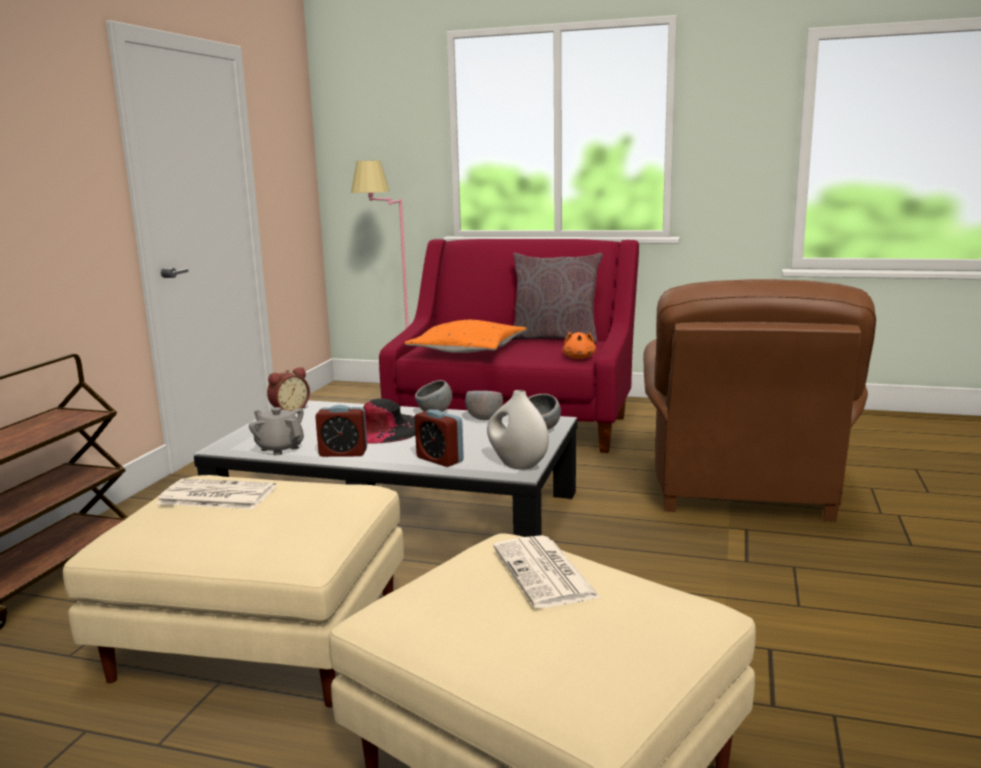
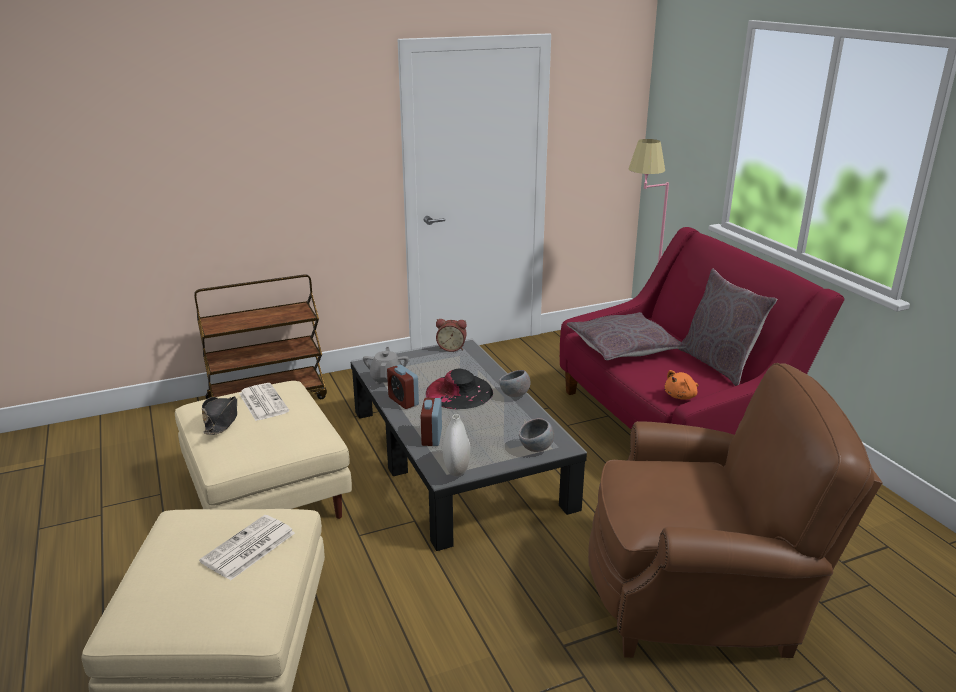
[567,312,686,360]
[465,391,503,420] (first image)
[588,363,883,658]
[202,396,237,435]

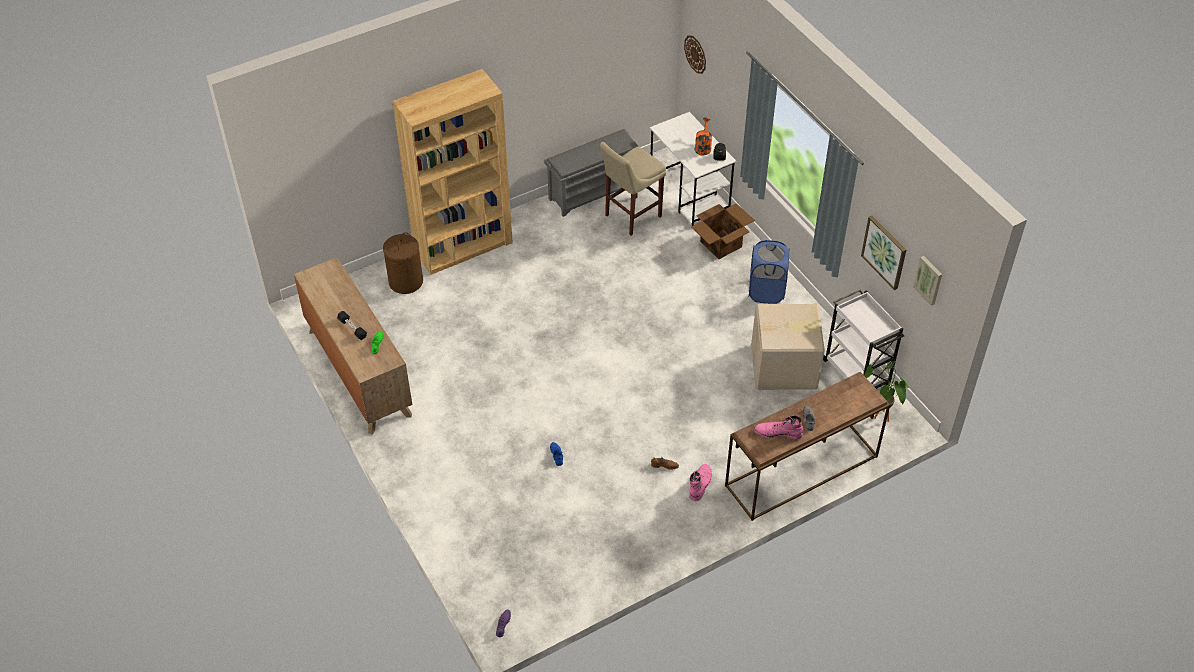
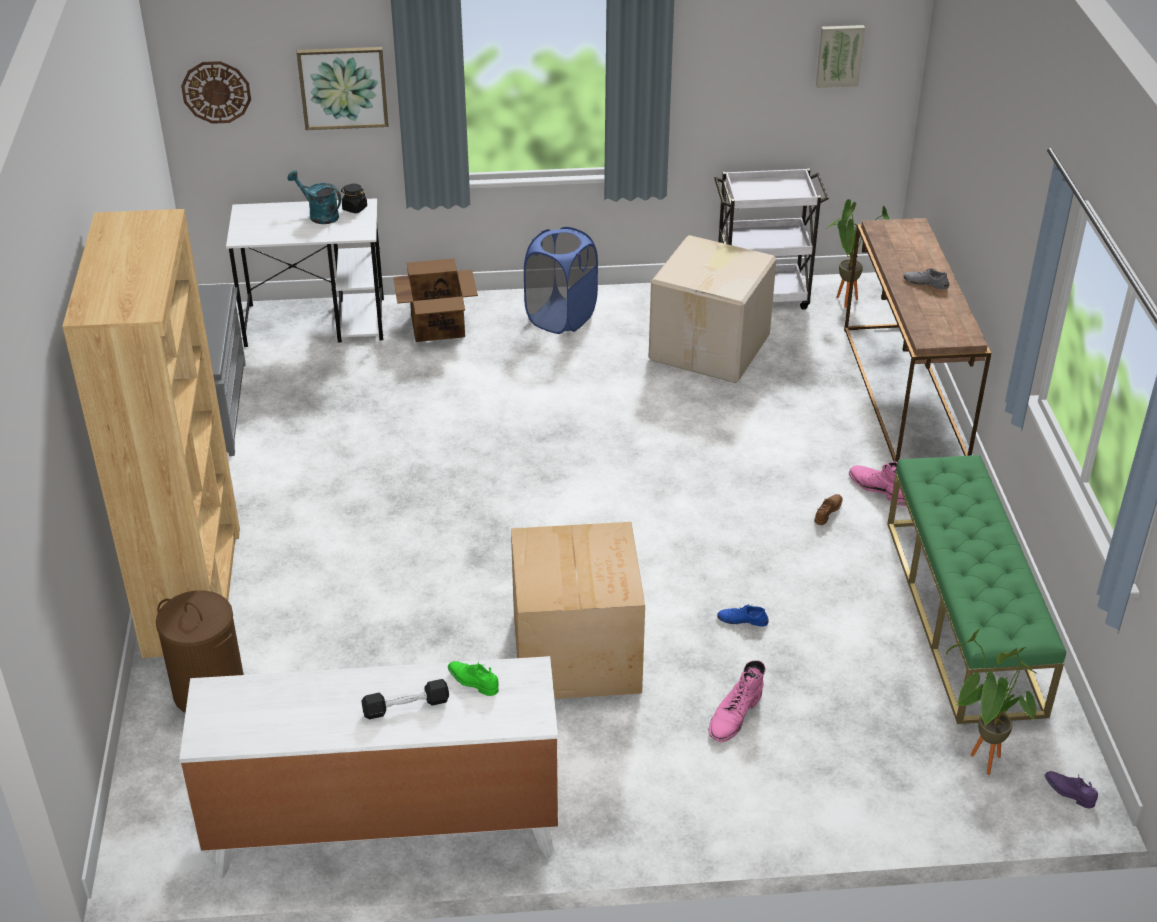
[179,656,559,879]
[600,142,666,235] (first image)
[287,170,341,224]
[709,660,766,743]
[297,47,388,130]
[511,522,645,699]
[887,455,1066,724]
[946,628,1036,775]

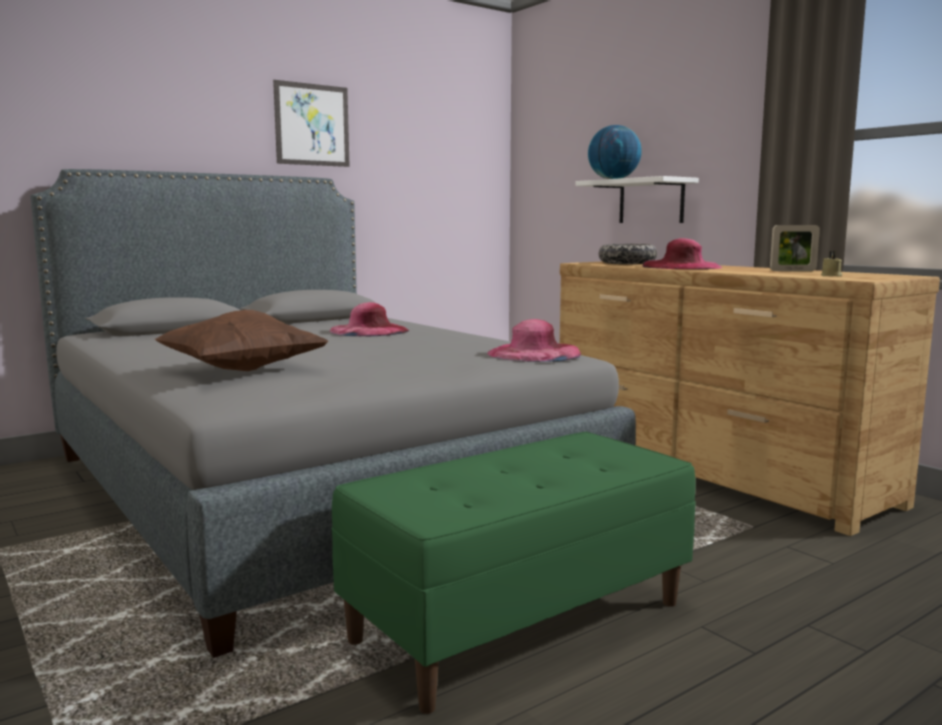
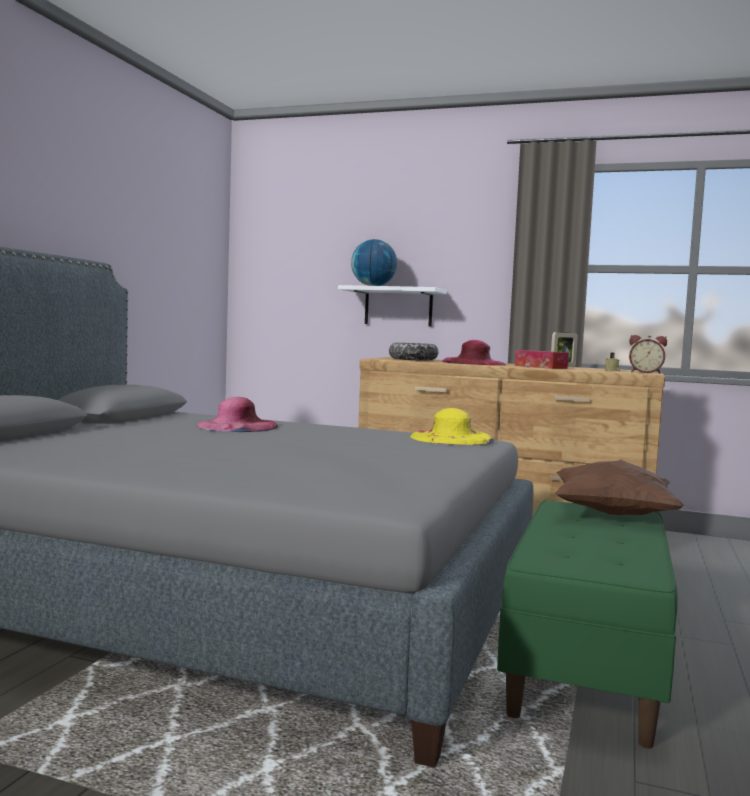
[554,460,685,515]
[273,80,350,167] (first image)
[410,408,495,445]
[515,350,569,369]
[629,335,667,374]

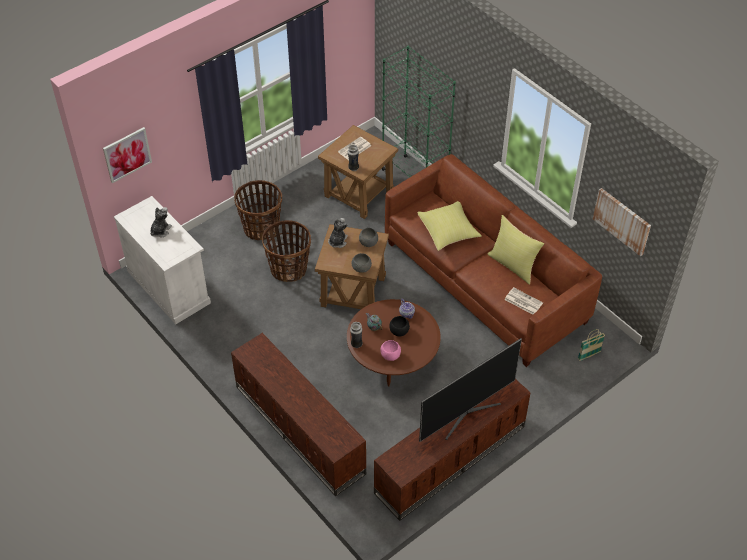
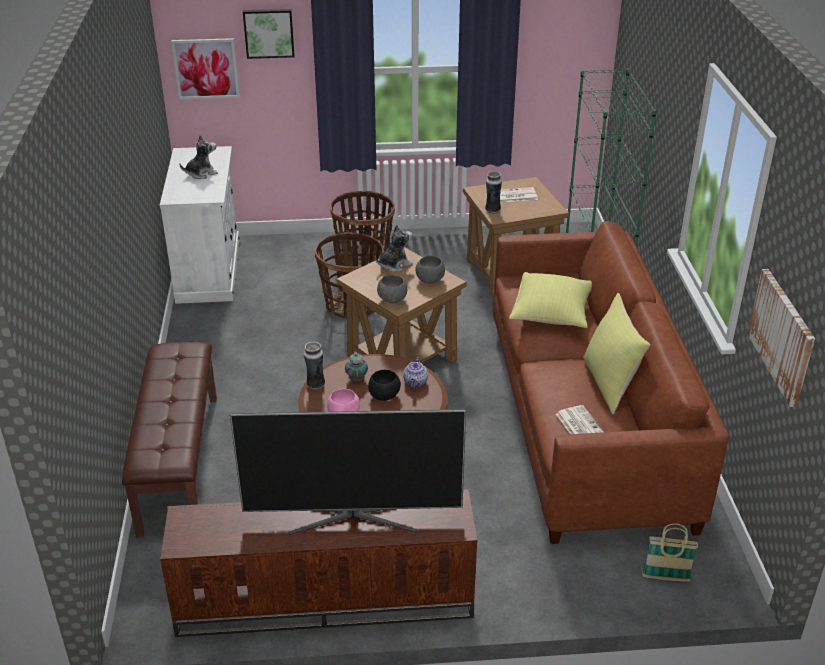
[122,341,217,538]
[243,9,294,59]

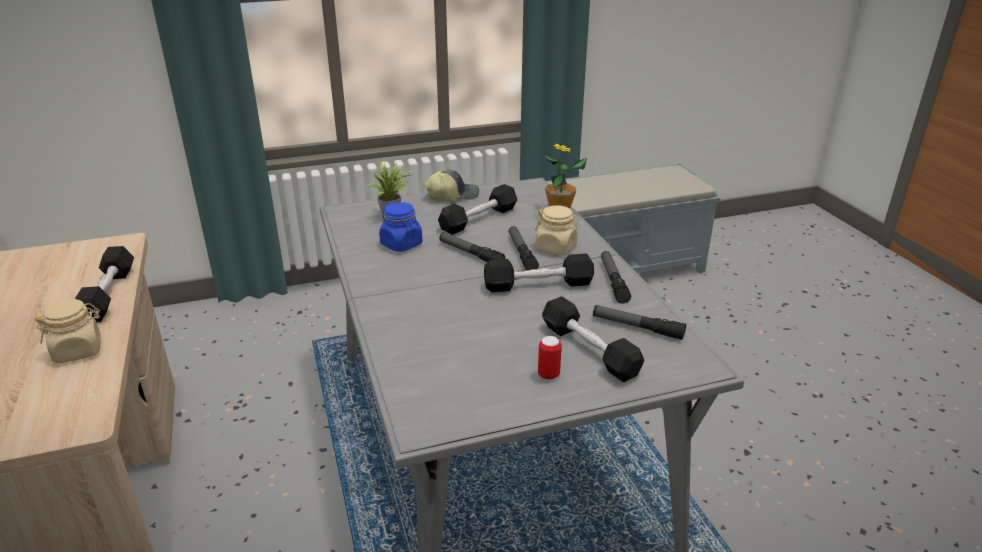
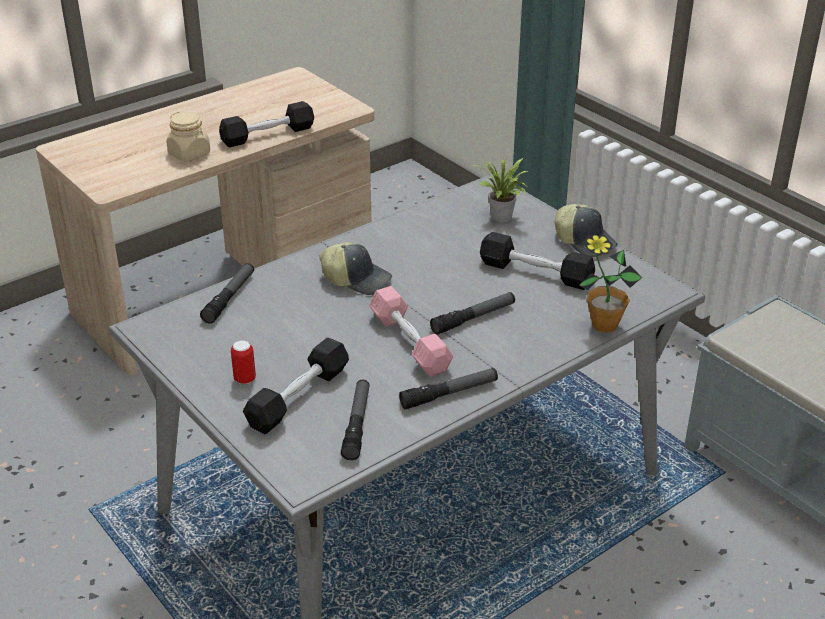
[379,202,422,252] (first image)
[200,263,254,324]
[369,286,453,377]
[535,205,581,255] (first image)
[319,242,392,295]

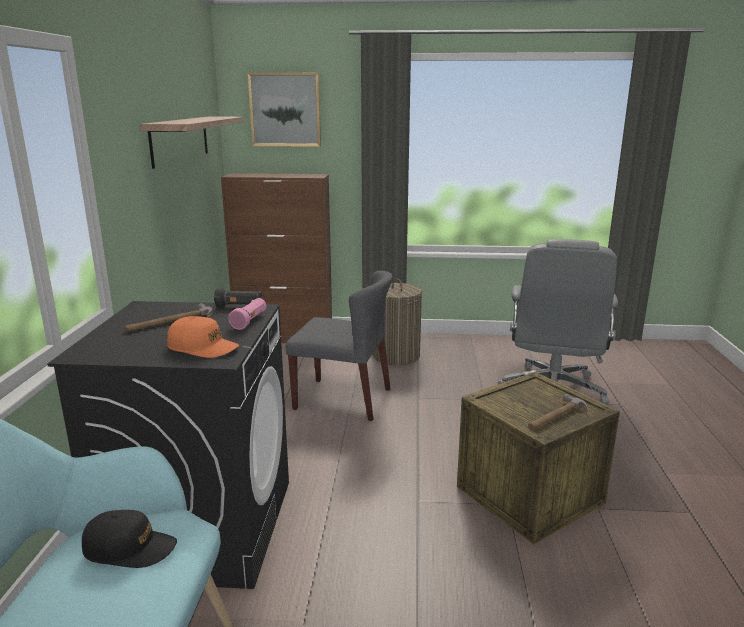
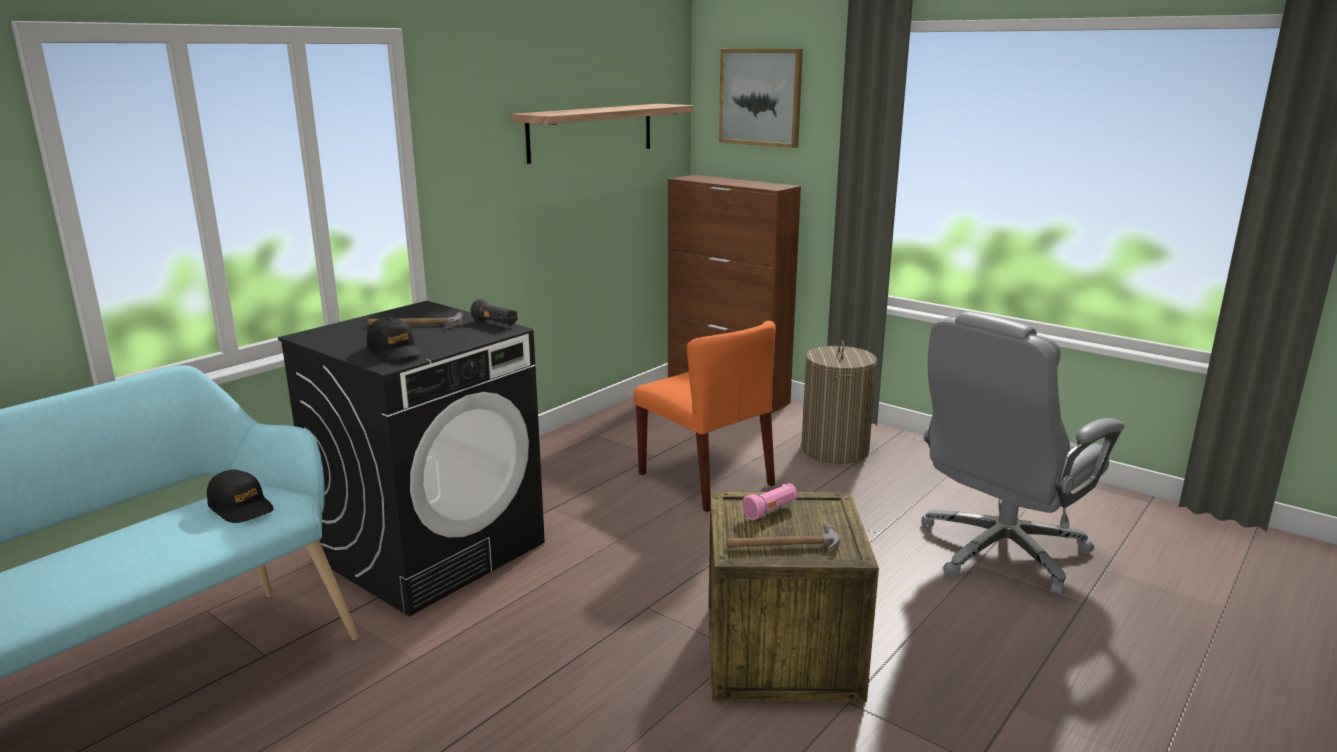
[367,318,421,361]
[742,483,798,520]
[633,321,776,512]

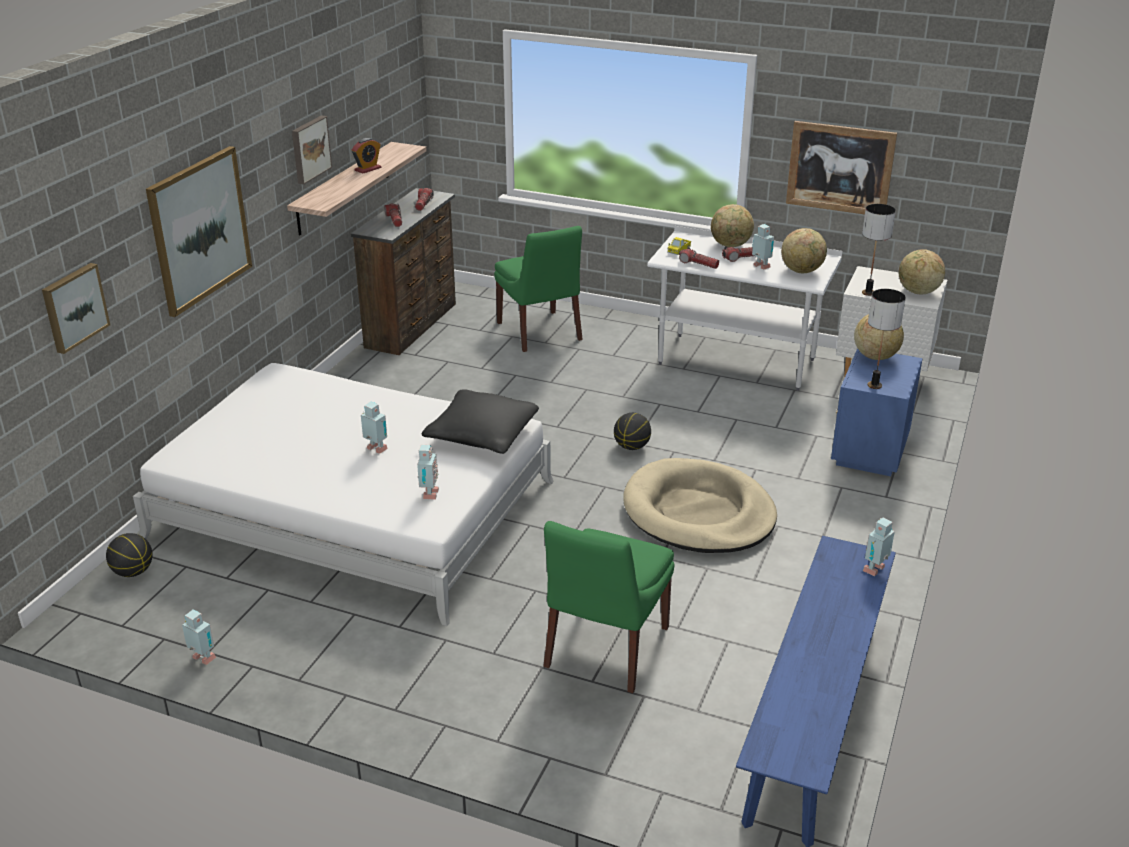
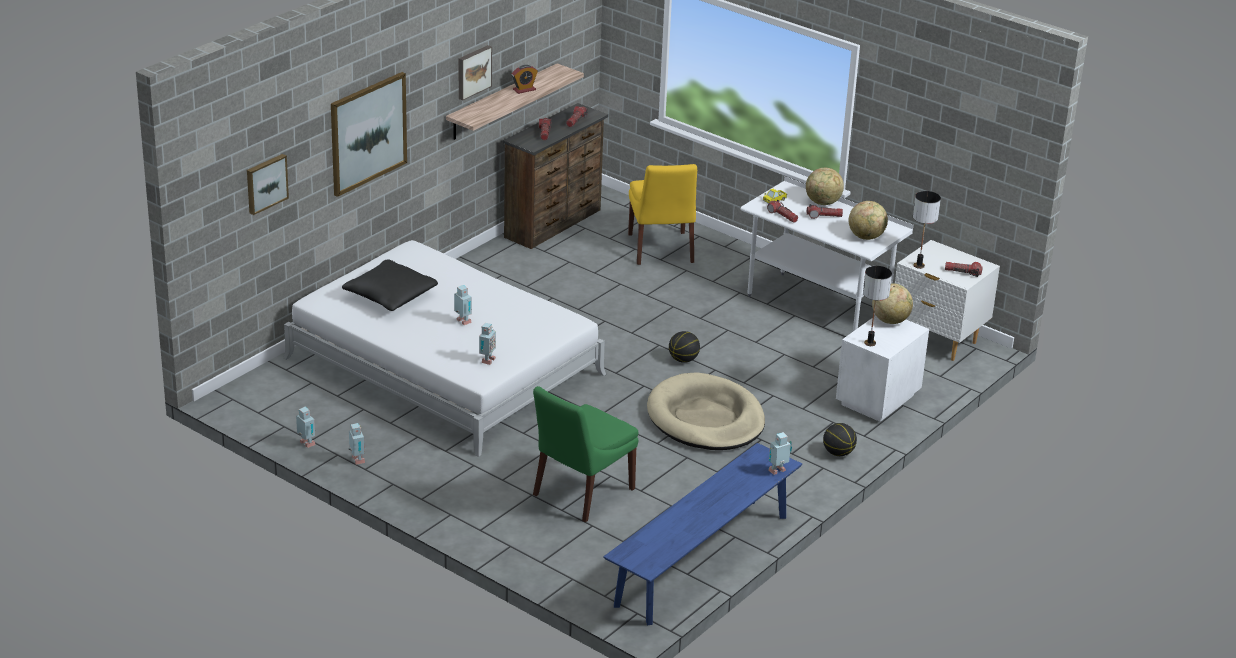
[823,423,857,456]
[342,259,438,311]
[628,164,697,265]
[349,423,365,464]
[786,121,897,215] (first image)
[836,316,929,422]
[945,262,983,277]

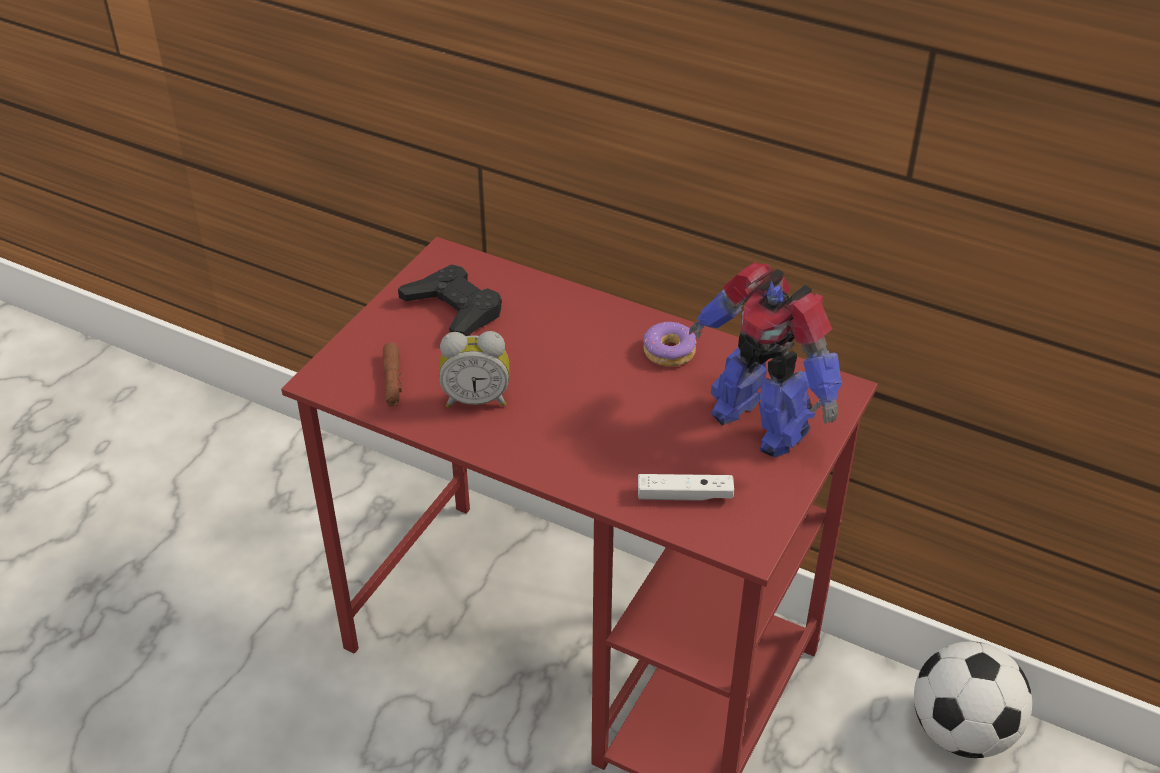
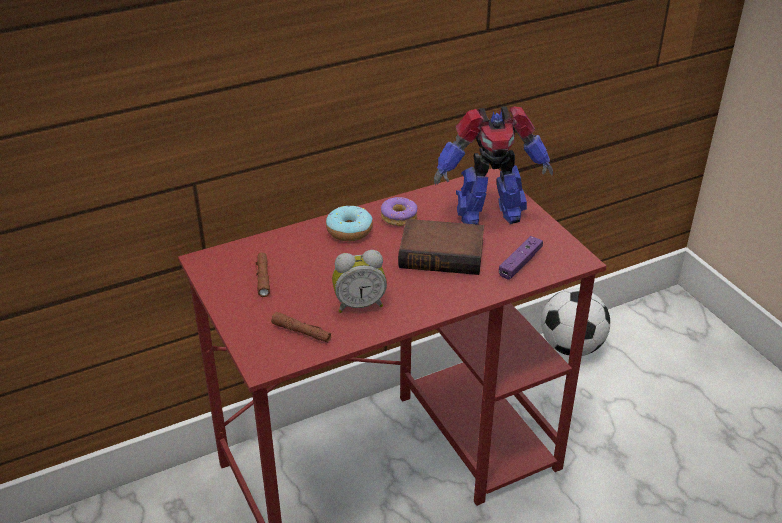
[255,253,270,297]
[332,250,387,313]
[499,236,543,280]
[326,206,373,241]
[398,219,484,275]

